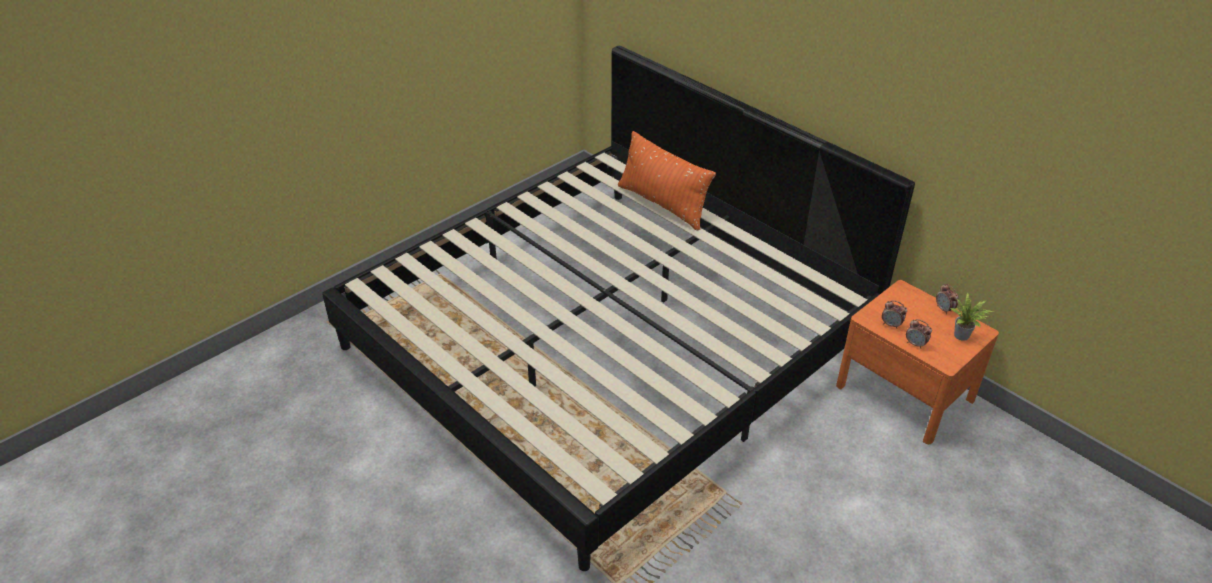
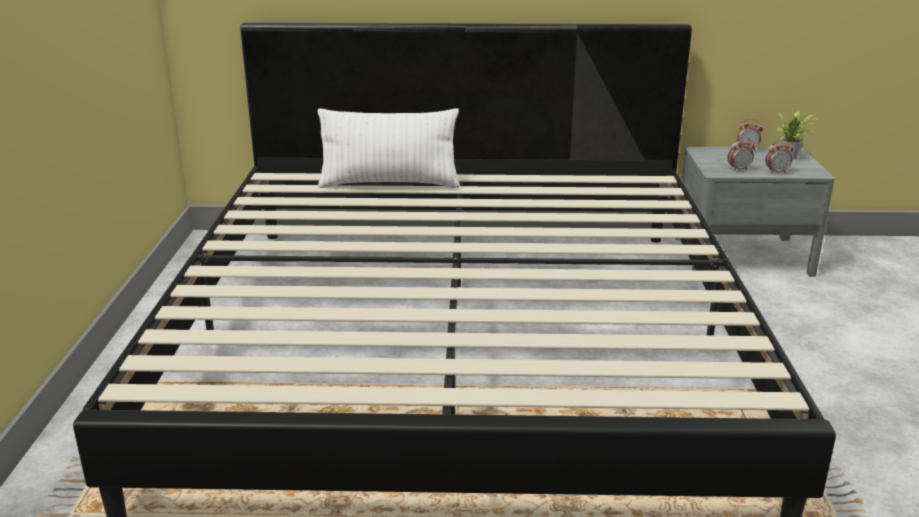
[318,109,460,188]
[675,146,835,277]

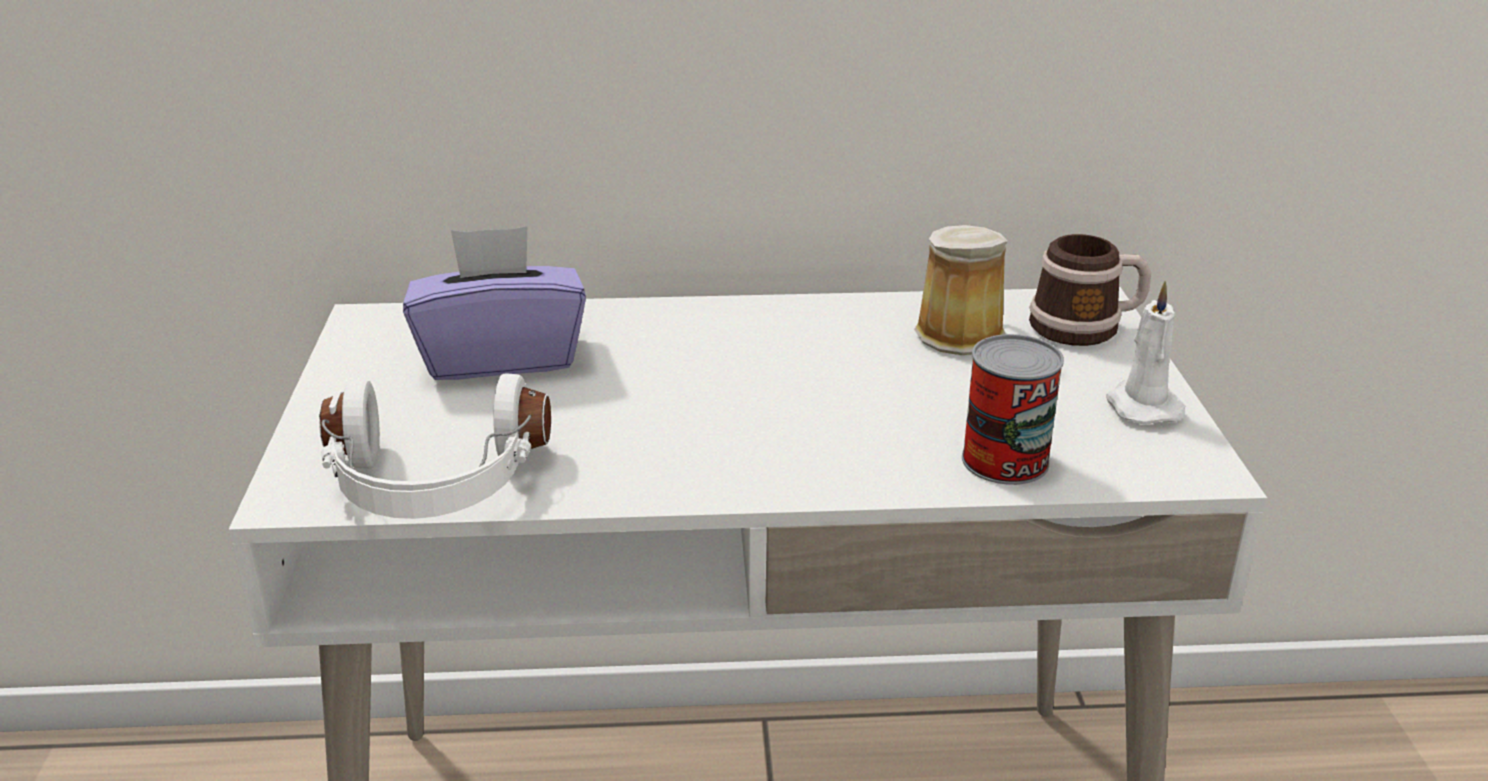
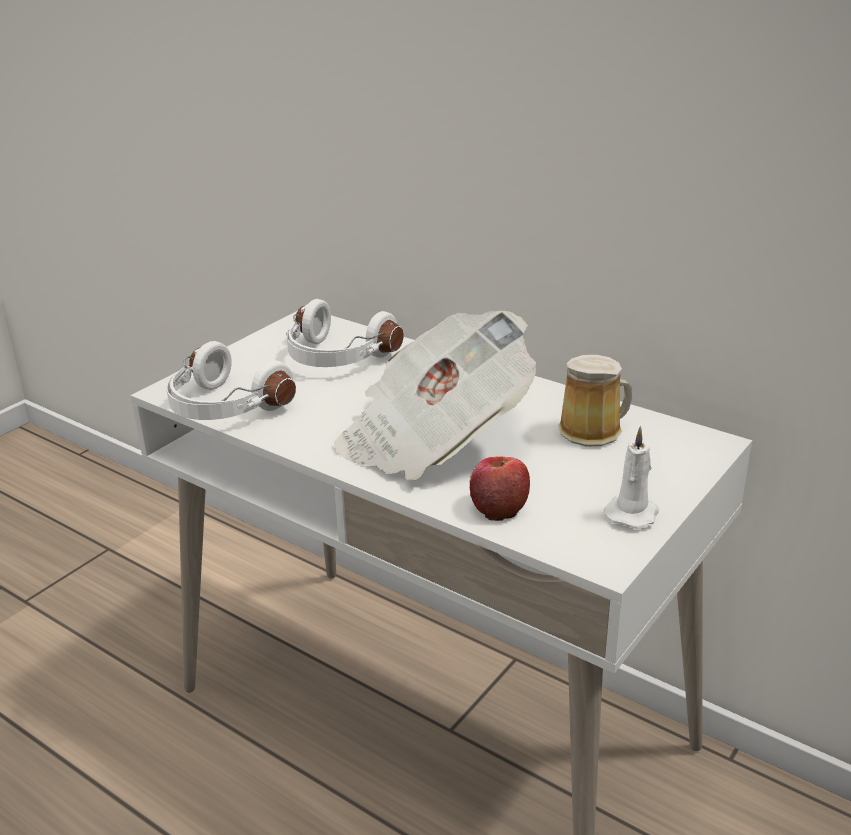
[286,299,404,367]
[470,456,530,521]
[1029,234,1151,346] (first image)
[334,311,536,480]

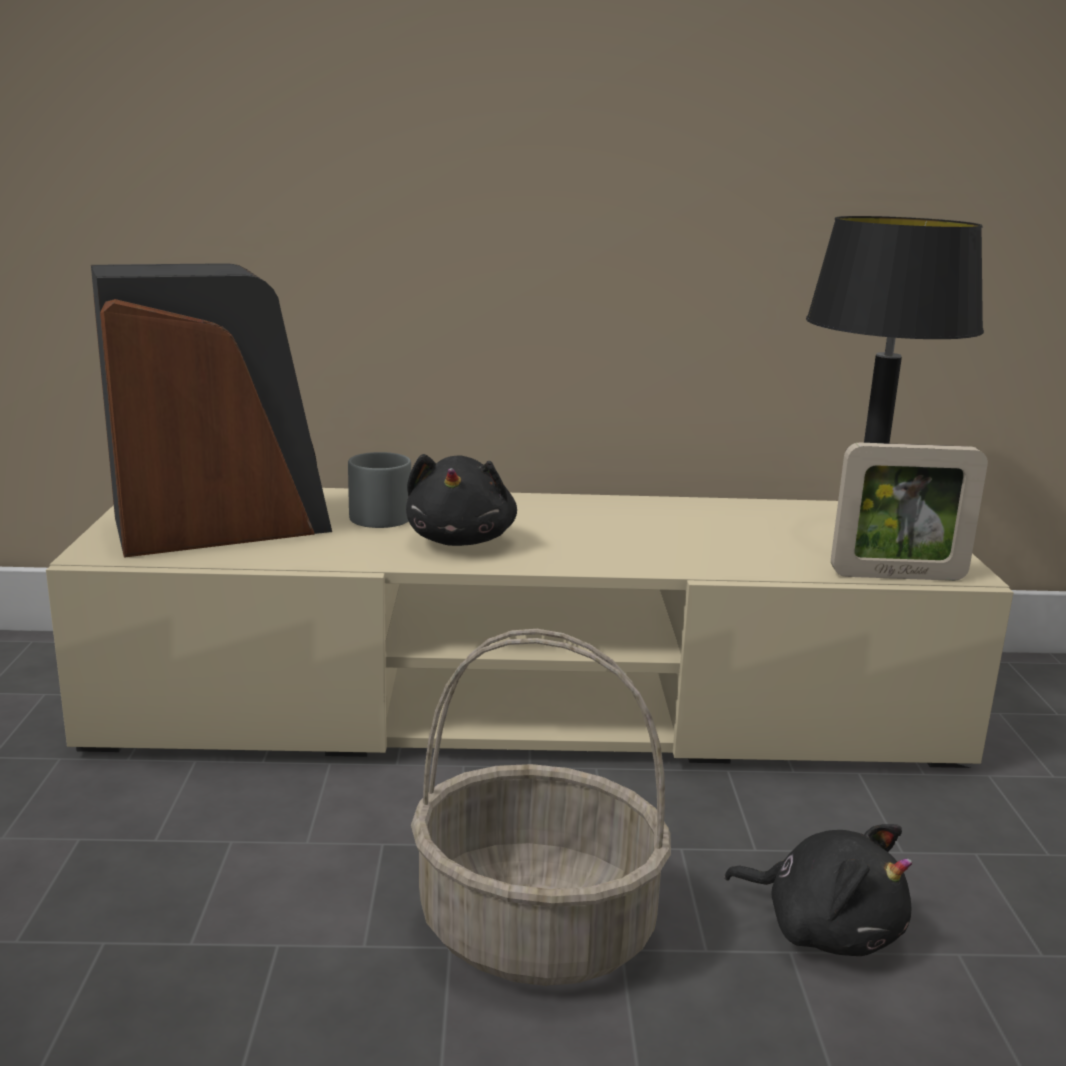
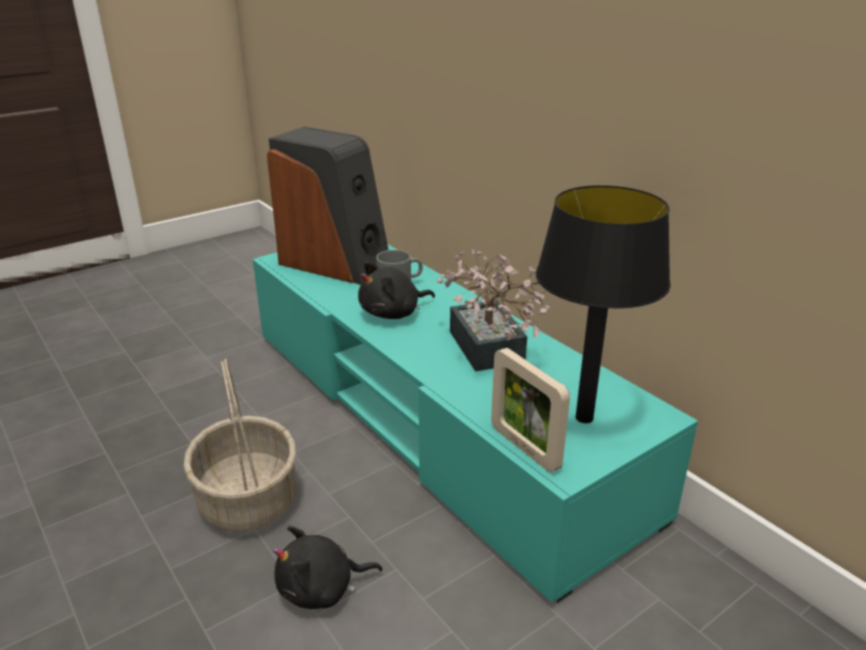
[253,245,698,603]
[274,526,383,609]
[437,249,550,371]

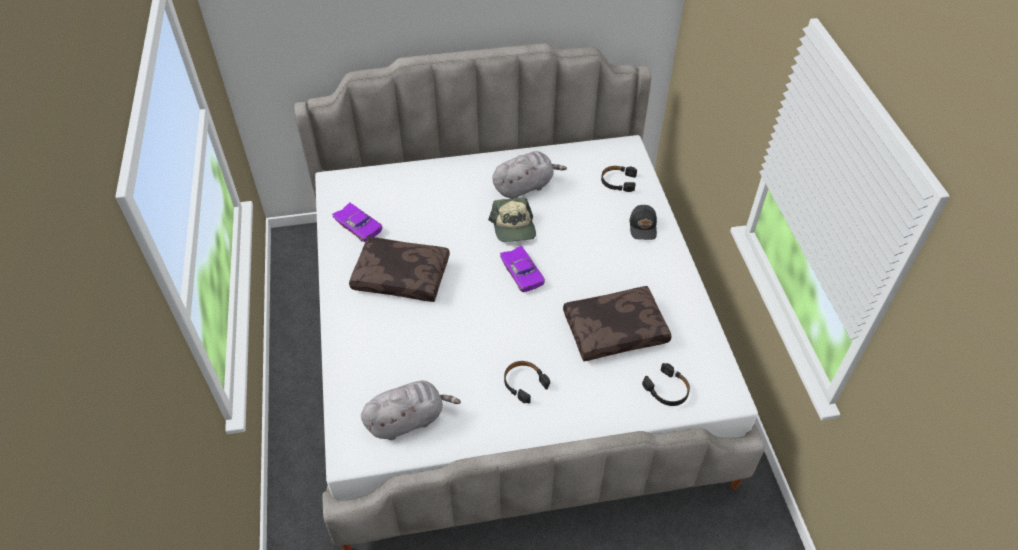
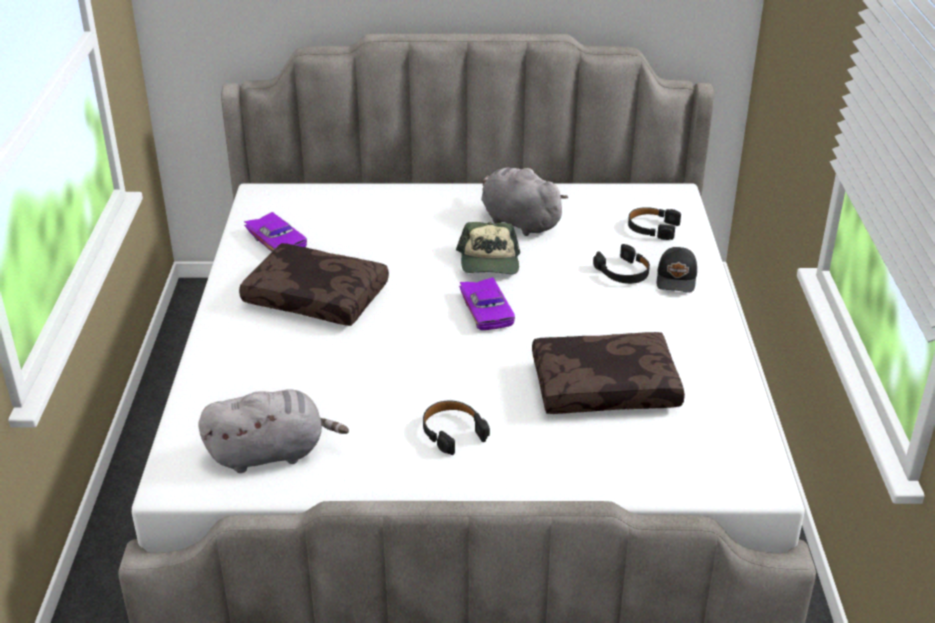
[481,166,568,236]
[593,244,650,284]

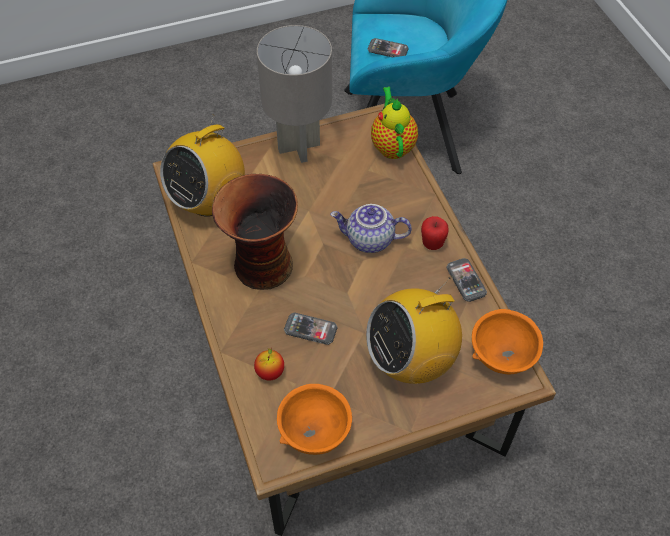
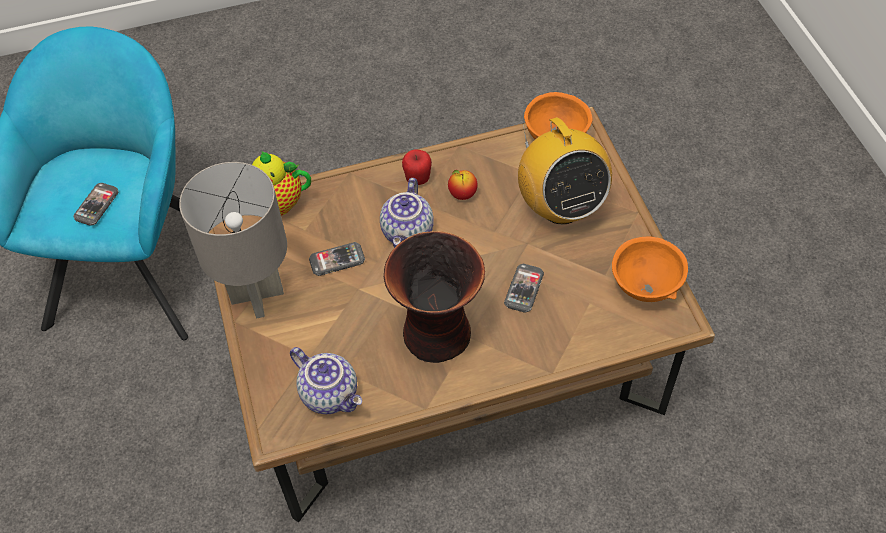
[290,347,362,414]
[448,170,478,200]
[309,242,365,276]

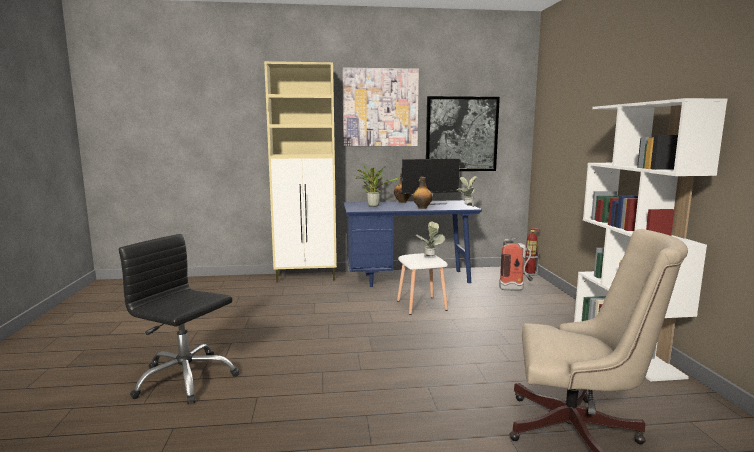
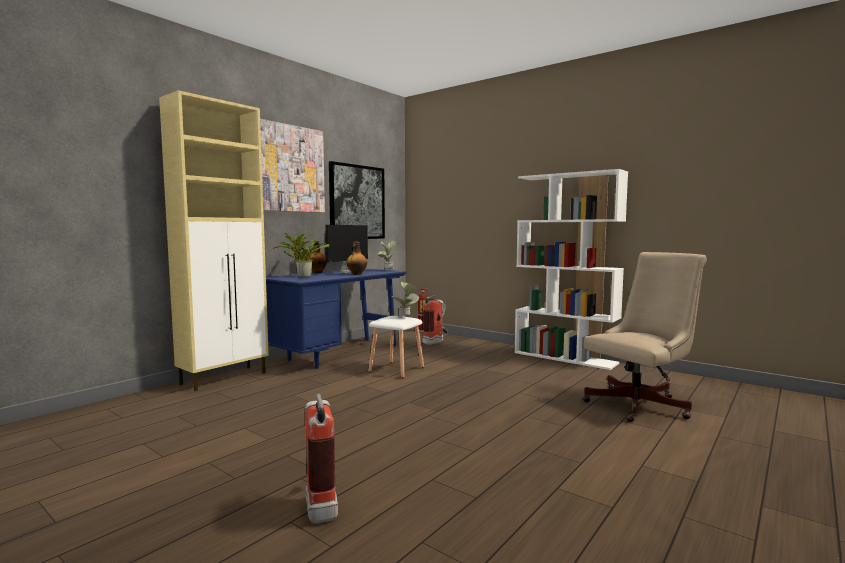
[305,393,338,523]

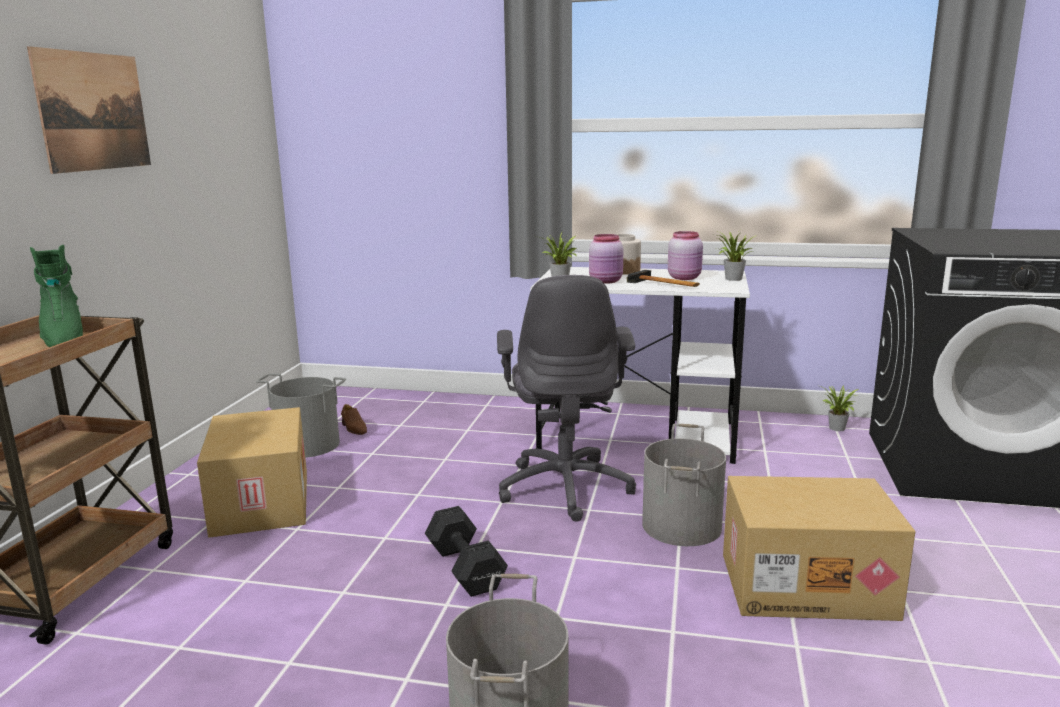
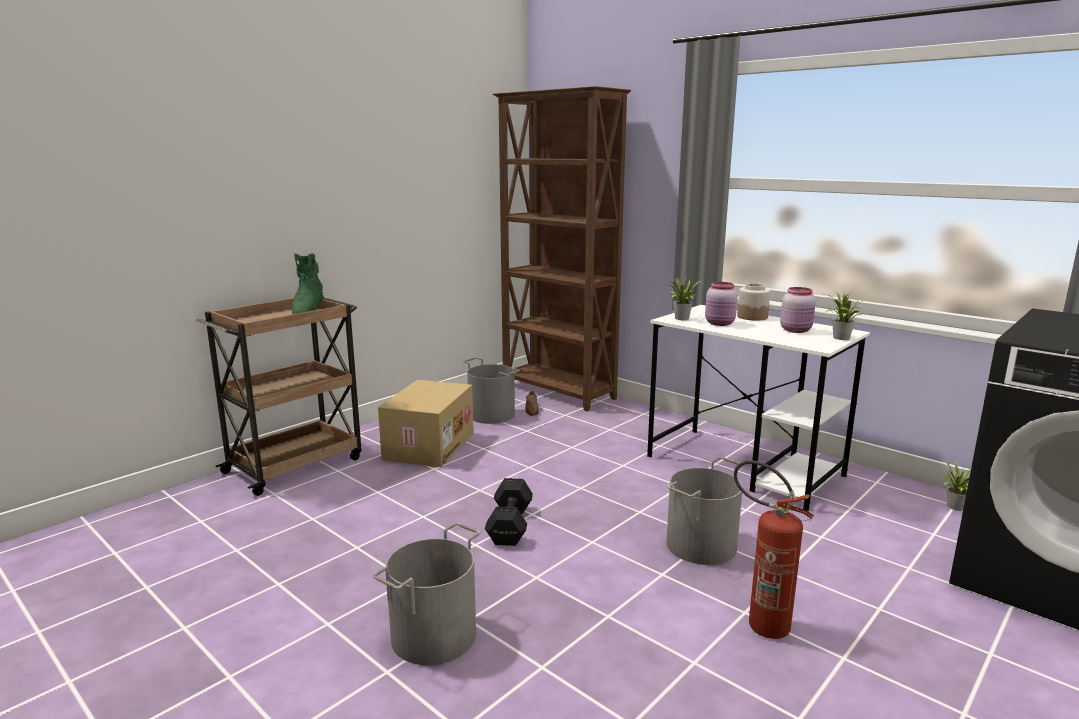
[27,46,151,174] (first image)
[497,275,636,522] (first image)
[627,270,700,287] (first image)
[734,460,814,639]
[493,86,631,411]

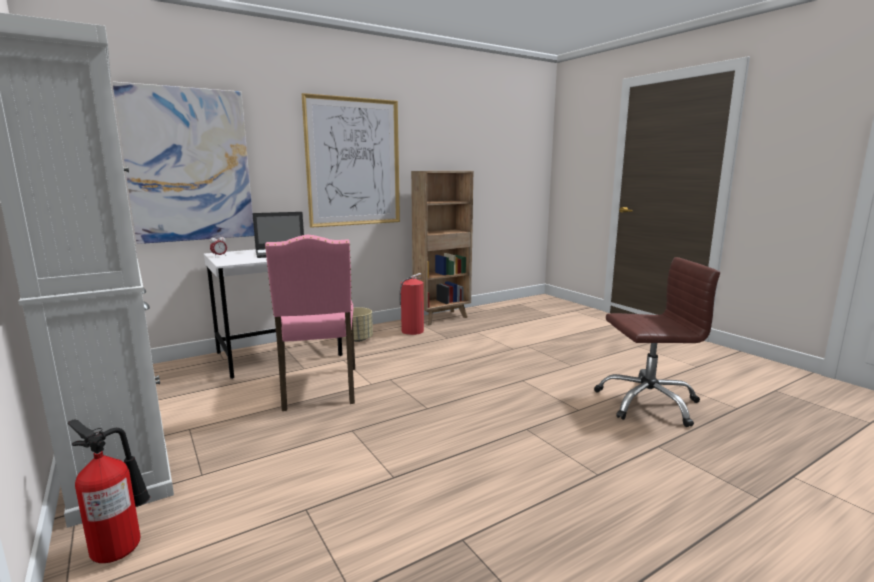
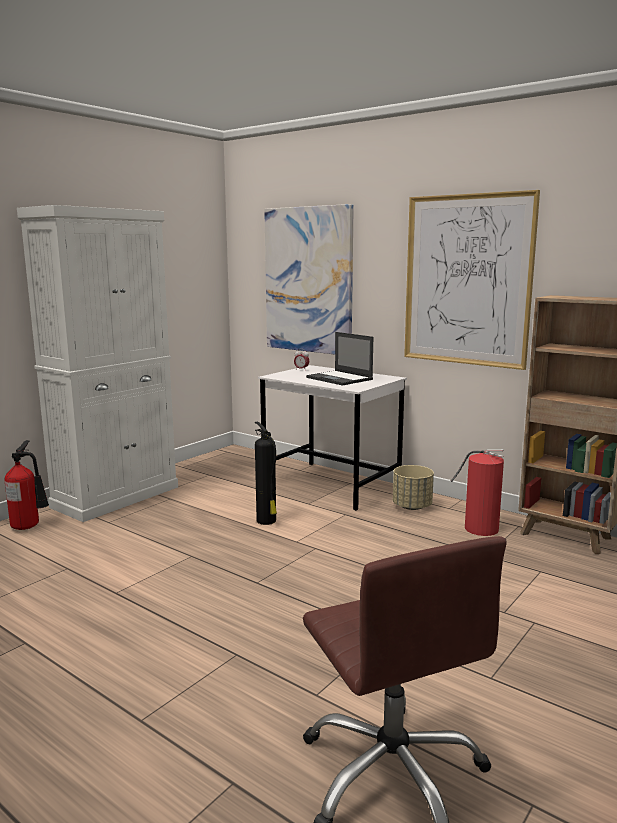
[255,421,277,525]

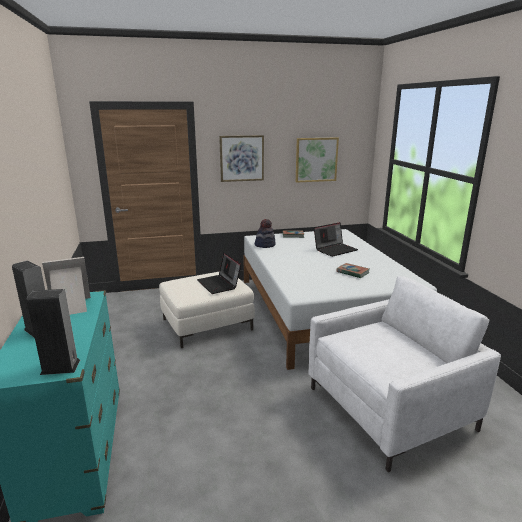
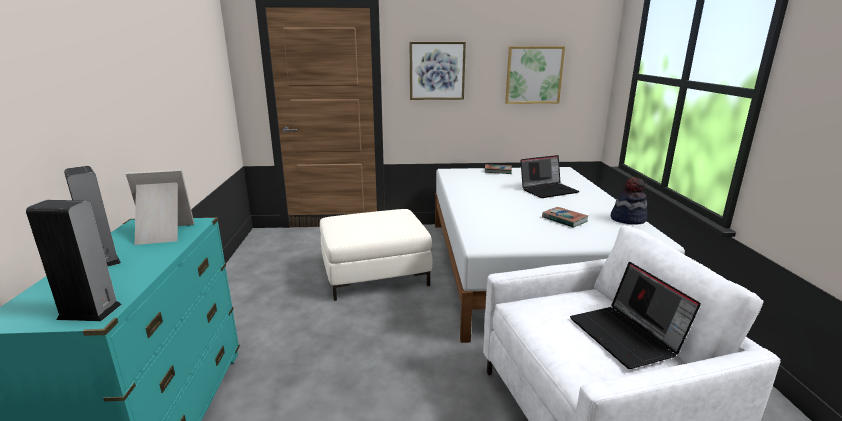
[570,262,701,369]
[611,177,647,225]

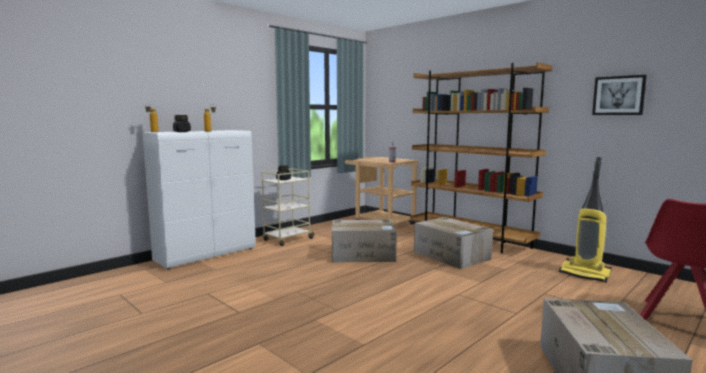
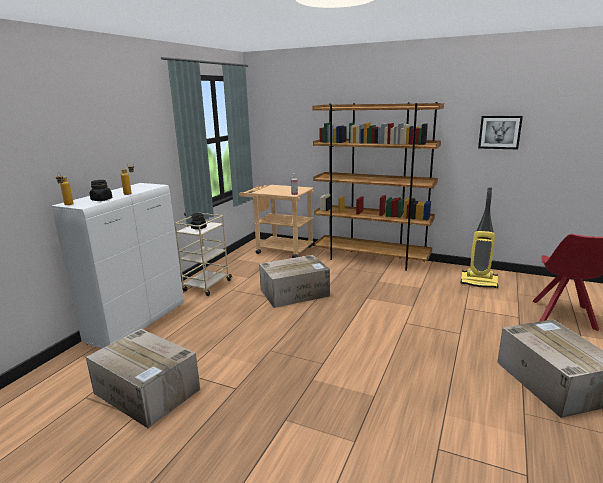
[86,329,200,428]

